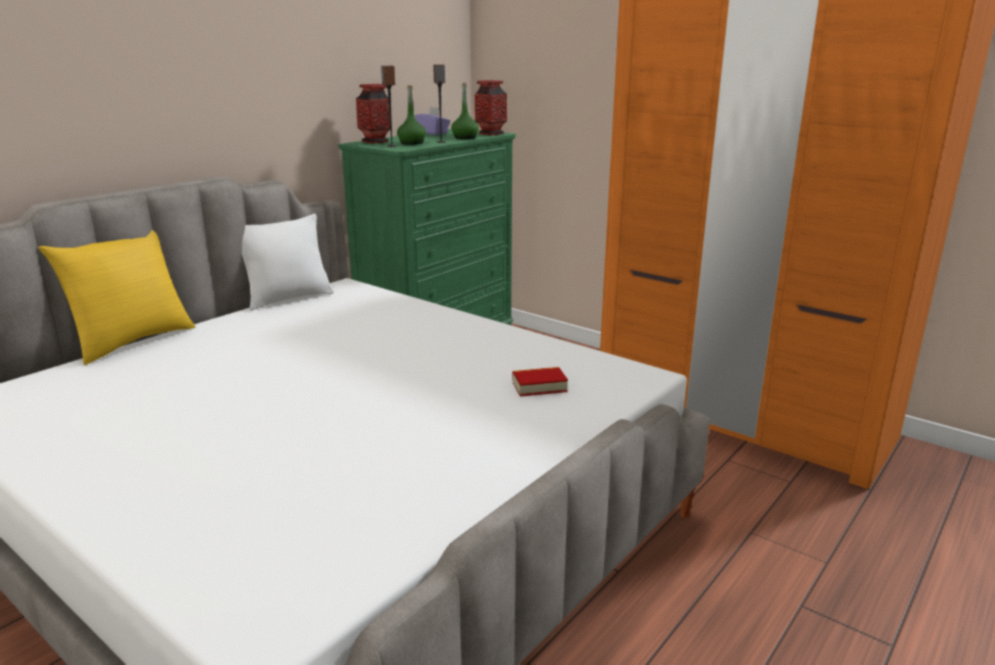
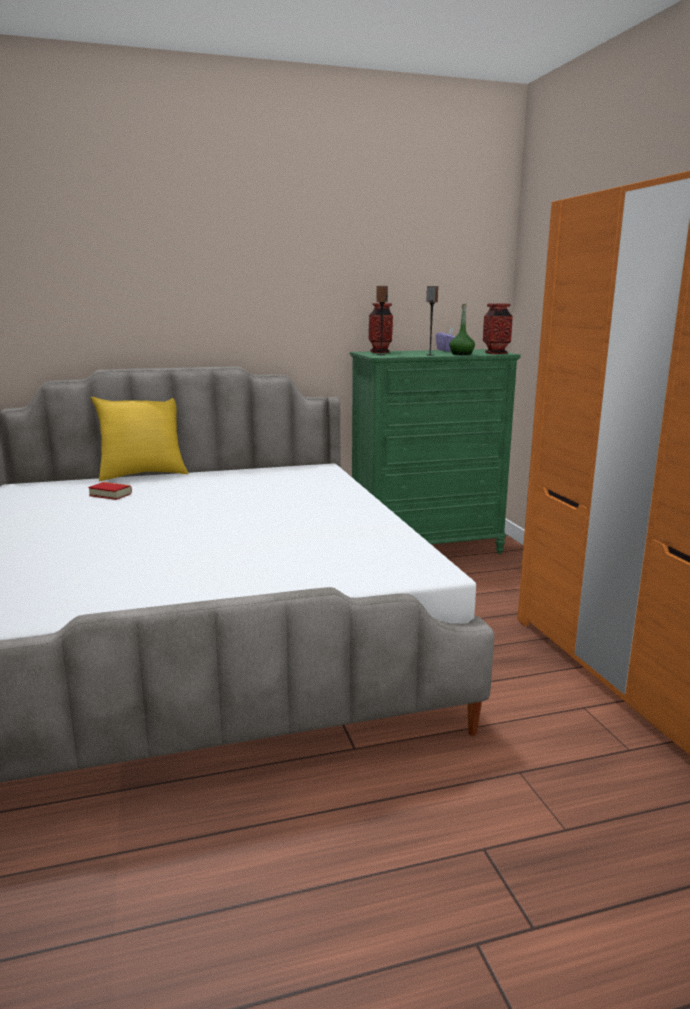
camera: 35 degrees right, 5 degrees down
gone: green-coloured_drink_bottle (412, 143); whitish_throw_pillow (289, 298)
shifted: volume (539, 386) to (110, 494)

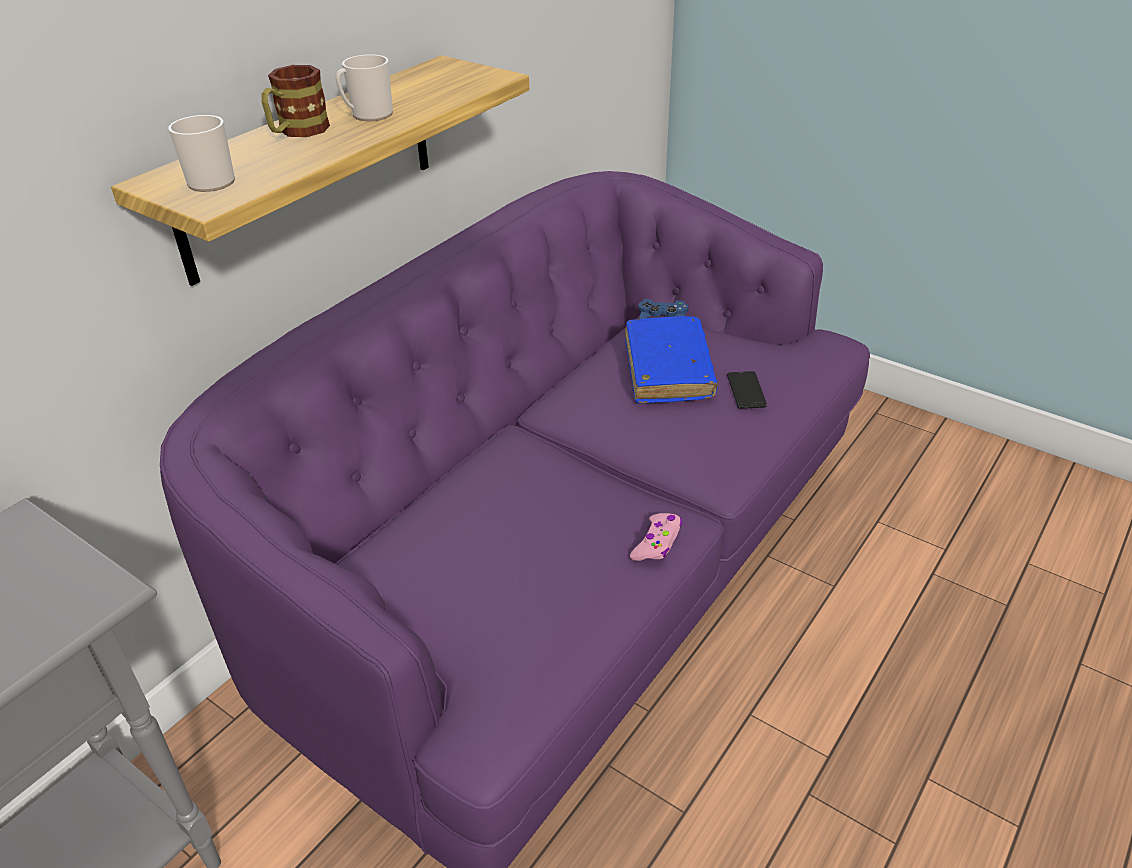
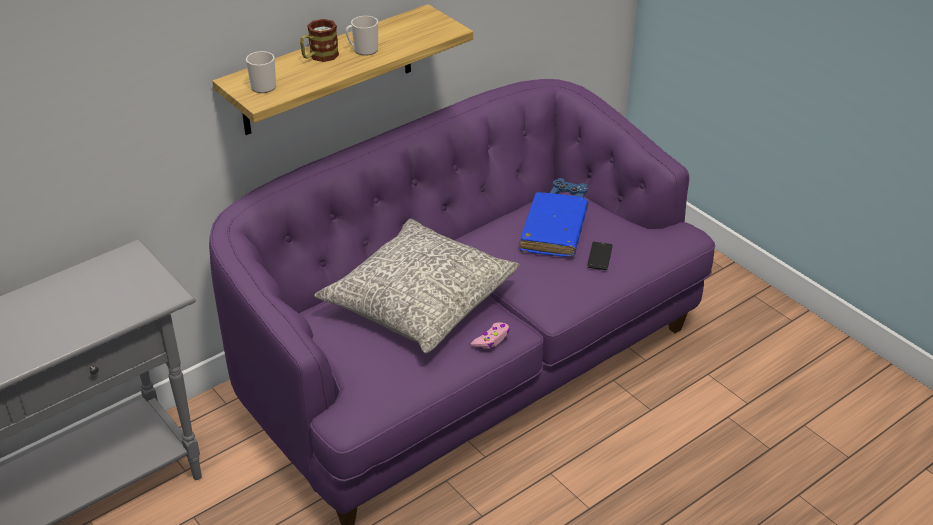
camera: 15 degrees right, 0 degrees up
new: grey_throw_pillow (419, 300)

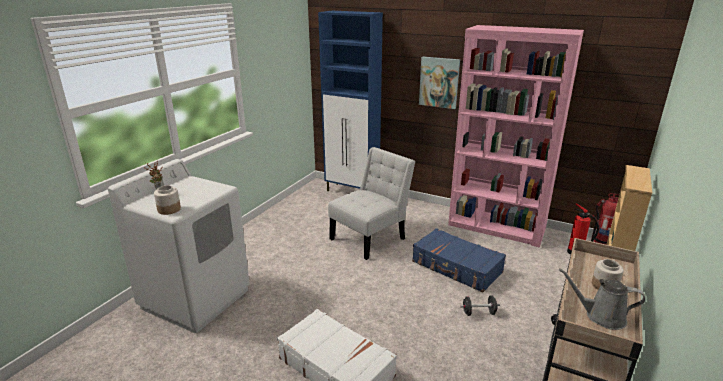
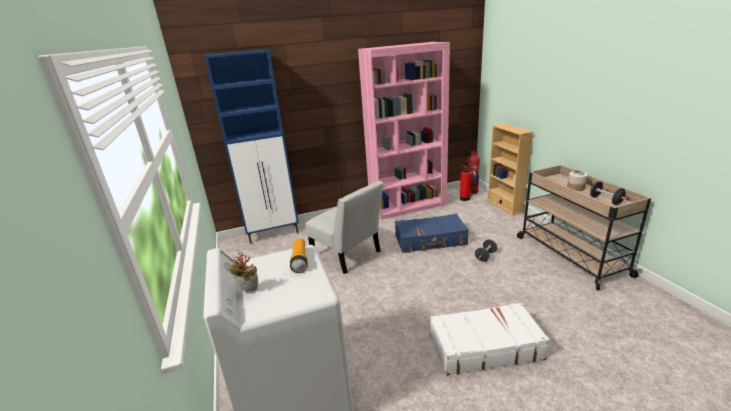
camera: 45 degrees left, 0 degrees up
gone: wall_art (439, 82); storage_jar (169, 210)
new: flashlight (300, 261)
swapped: grey_sprinkling_can (601, 316) to black_hand_weight (605, 200)
rotated: whitish_upright_chair (370, 237) = (348, 255) 135 degrees clockwise

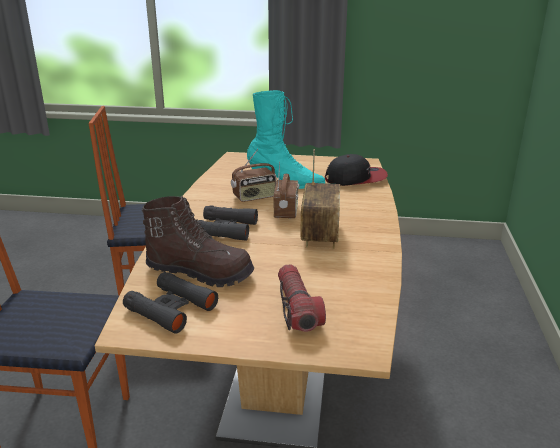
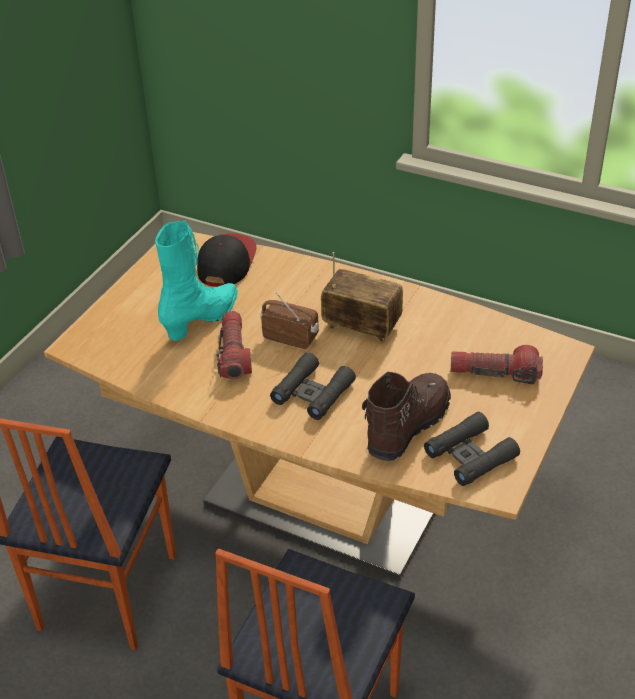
camera: 70 degrees left, 15 degrees up
swapped: radio_receiver (254, 197) to flashlight (234, 354)

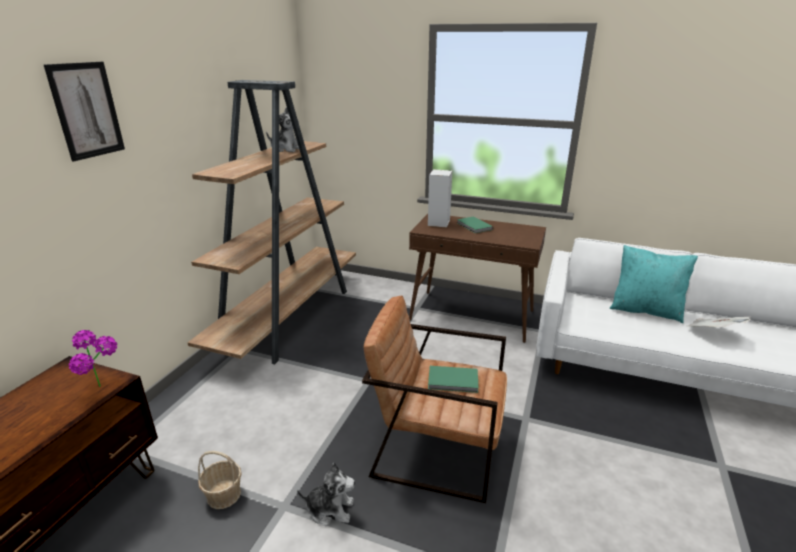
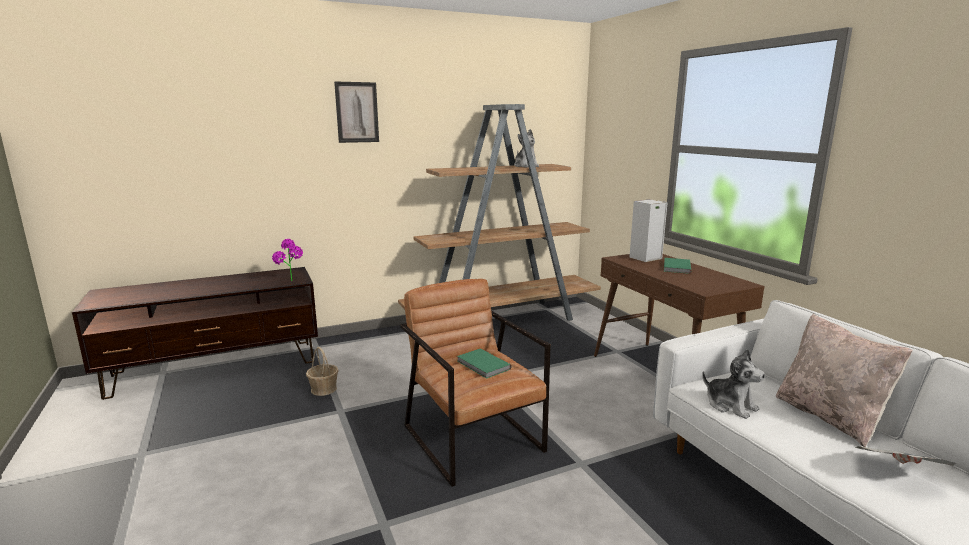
camera: 45 degrees right, 10 degrees down
shifted: cuddly_toy (330, 509) to (730, 405)
repainted: blue-green_throw_pillow (645, 310) to beige-coloured_throw_pillow (829, 417)

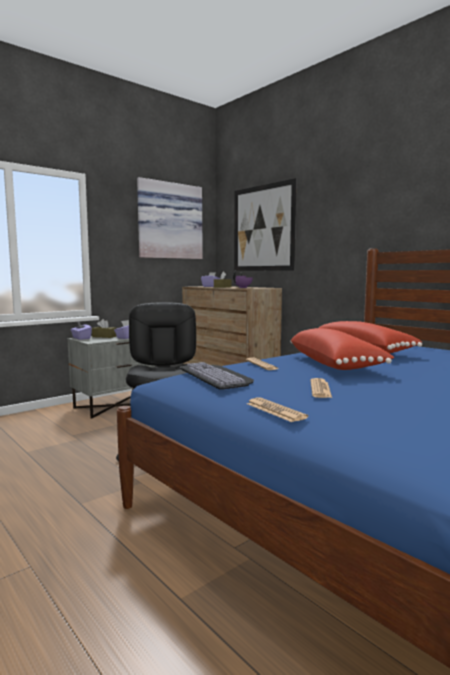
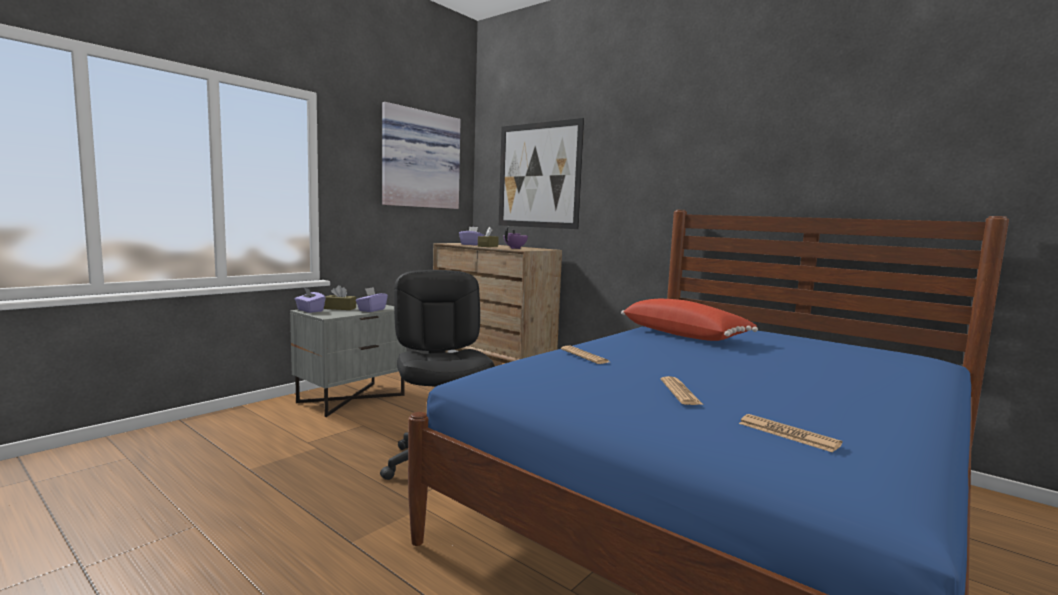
camera: 10 degrees left, 0 degrees up
gone: red-coloured_throw_pillow (335, 364); PC_keyboard (218, 376)
shifted: printed_paper (275, 411) to (788, 434)

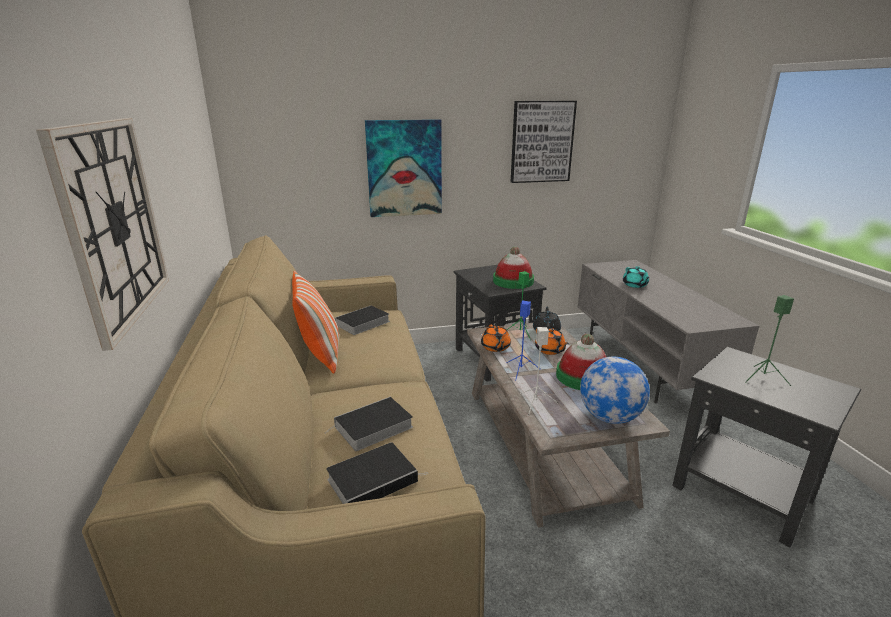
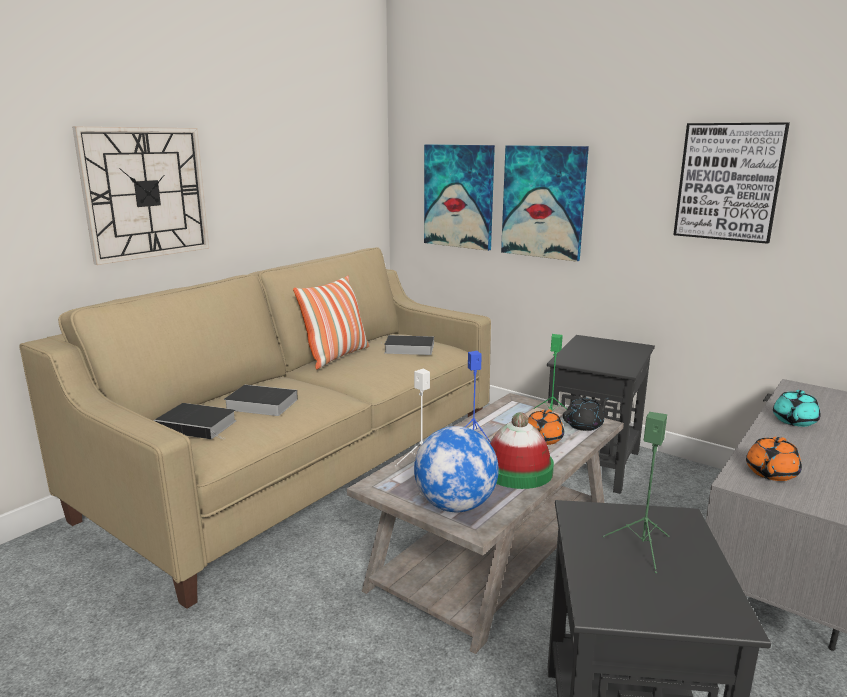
camera: 50 degrees right, 5 degrees down
gone: clothing_hat (513, 281)
new: wall_art (459, 196)
shifted: orange-coloured_teapot (495, 347) to (770, 473)

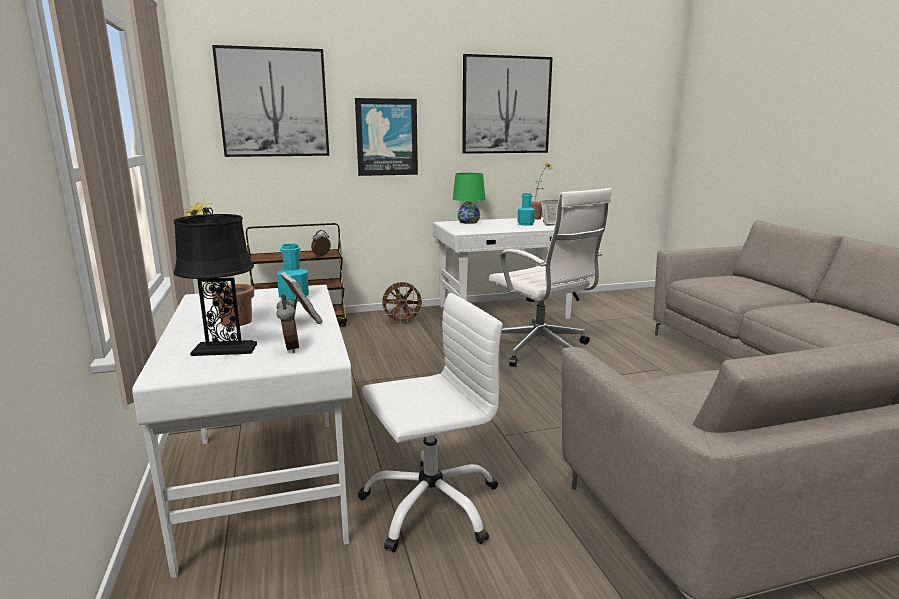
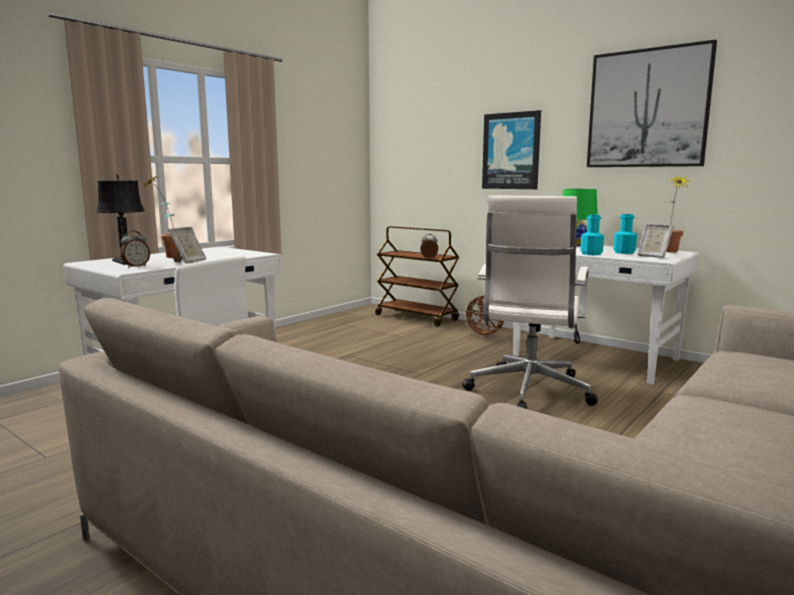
camera: 55 degrees right, 5 degrees down
gone: wall_art (273, 103)
shifted: blue-green_drink_bottle (294, 298) to (591, 254)

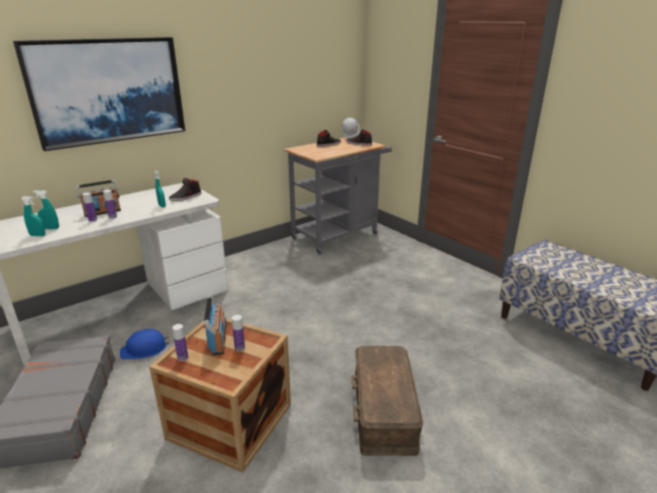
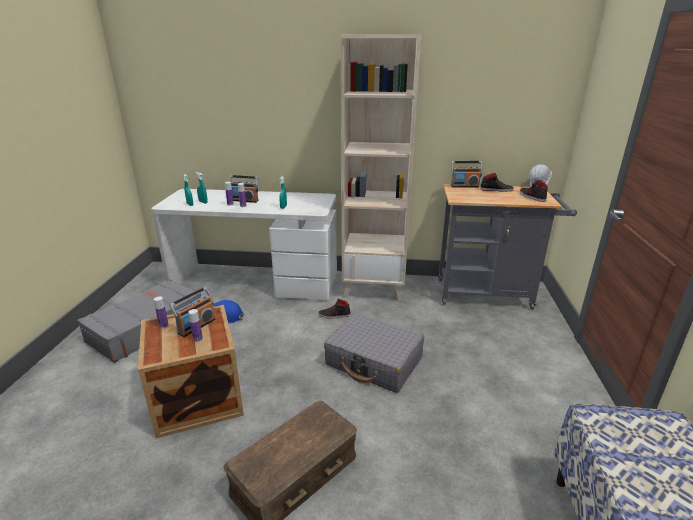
camera: 45 degrees right, 0 degrees up
gone: wall_art (108, 91)
new: beige-coloured_bookcase (374, 287); radio_receiver (464, 186); grey_travel_case (374, 362)
shifted: black_item_of_footwear (186, 197) to (334, 315)

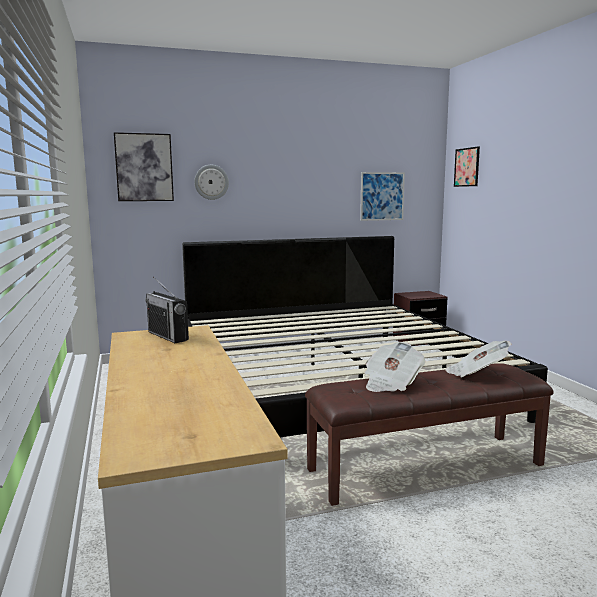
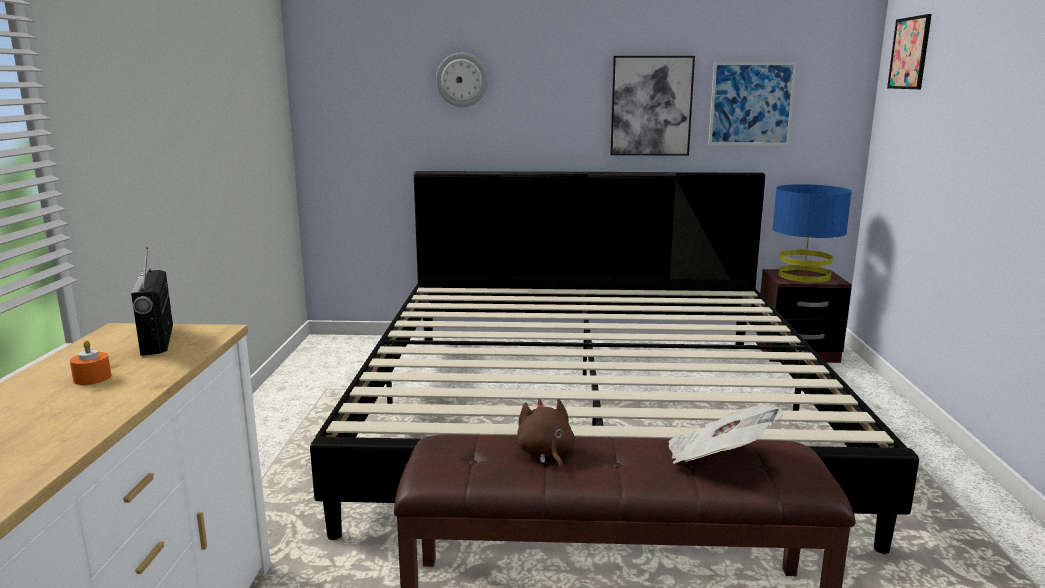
camera: 20 degrees right, 5 degrees up
new: bluish_tabletop_lamp (803, 276); orange-coloured_candle (92, 378)
shifted: wall_art (144, 167) to (651, 106)
swapped: printed_paper (391, 383) to brown-coloured_cuddly_toy (545, 453)

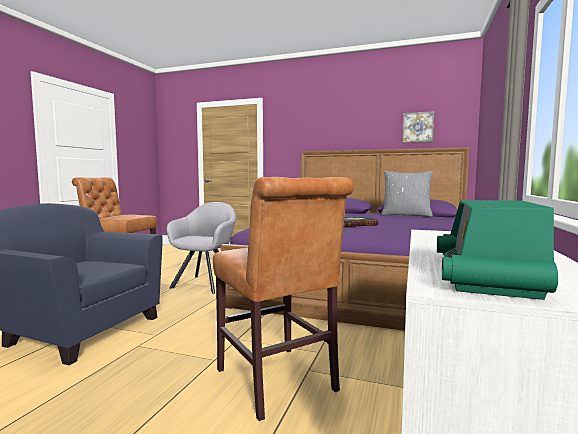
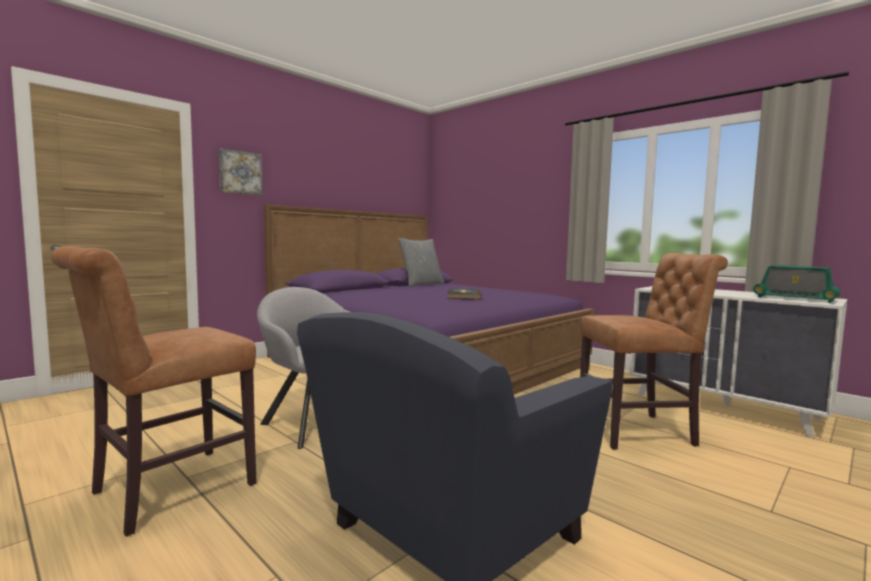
camera: 65 degrees left, 0 degrees up
shifted: wall_art (417, 127) to (240, 172)

